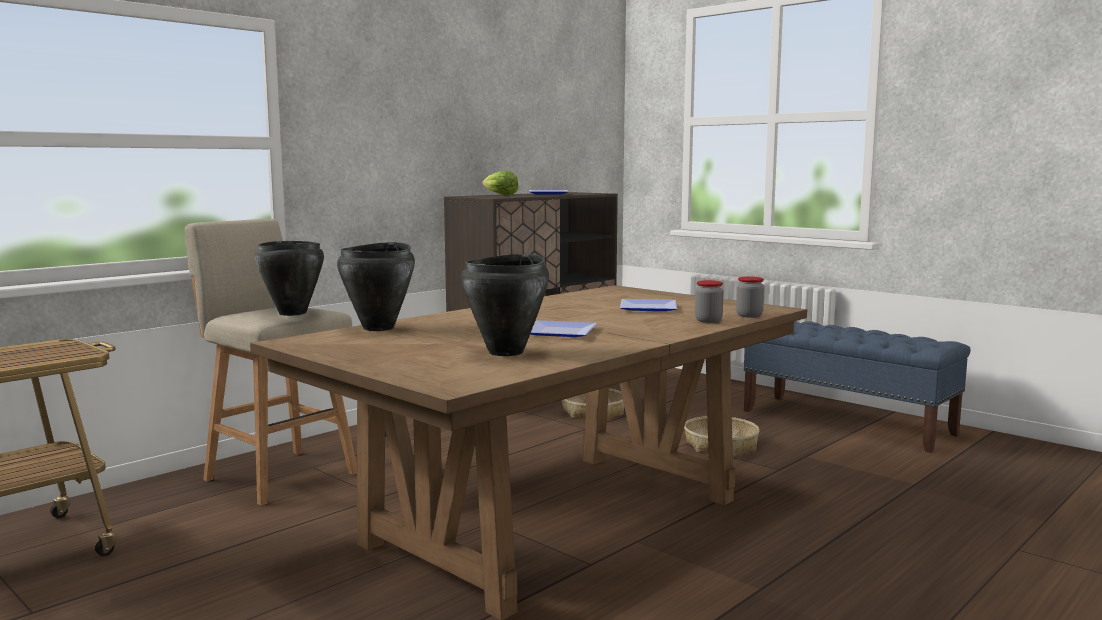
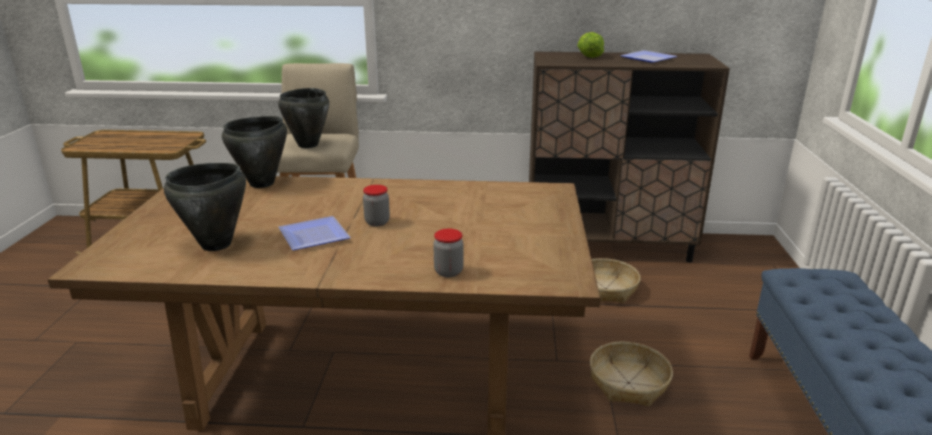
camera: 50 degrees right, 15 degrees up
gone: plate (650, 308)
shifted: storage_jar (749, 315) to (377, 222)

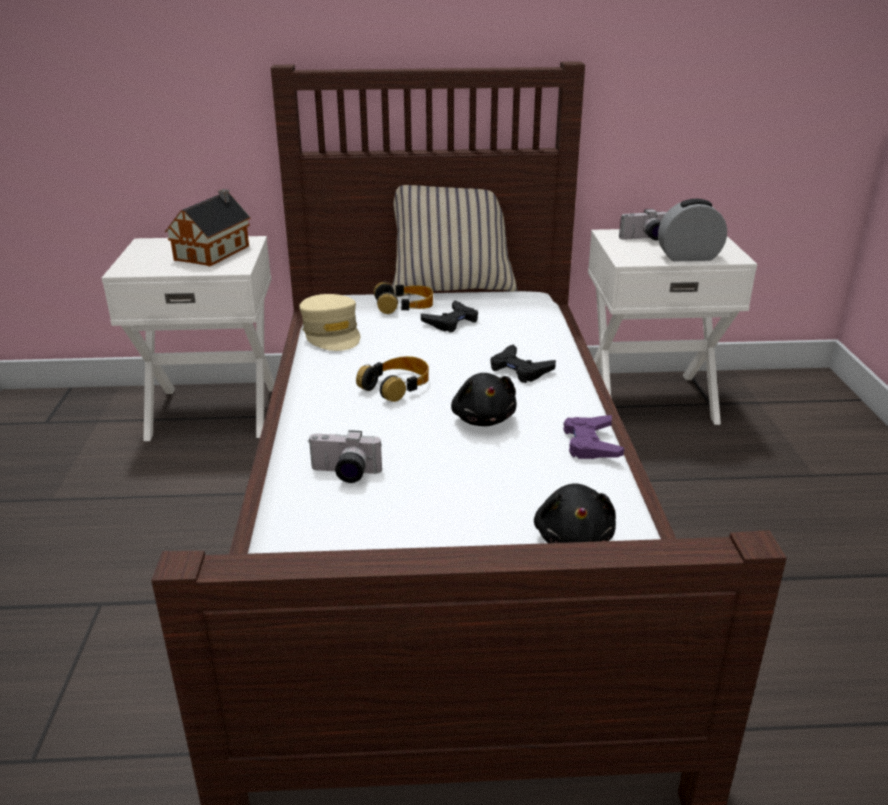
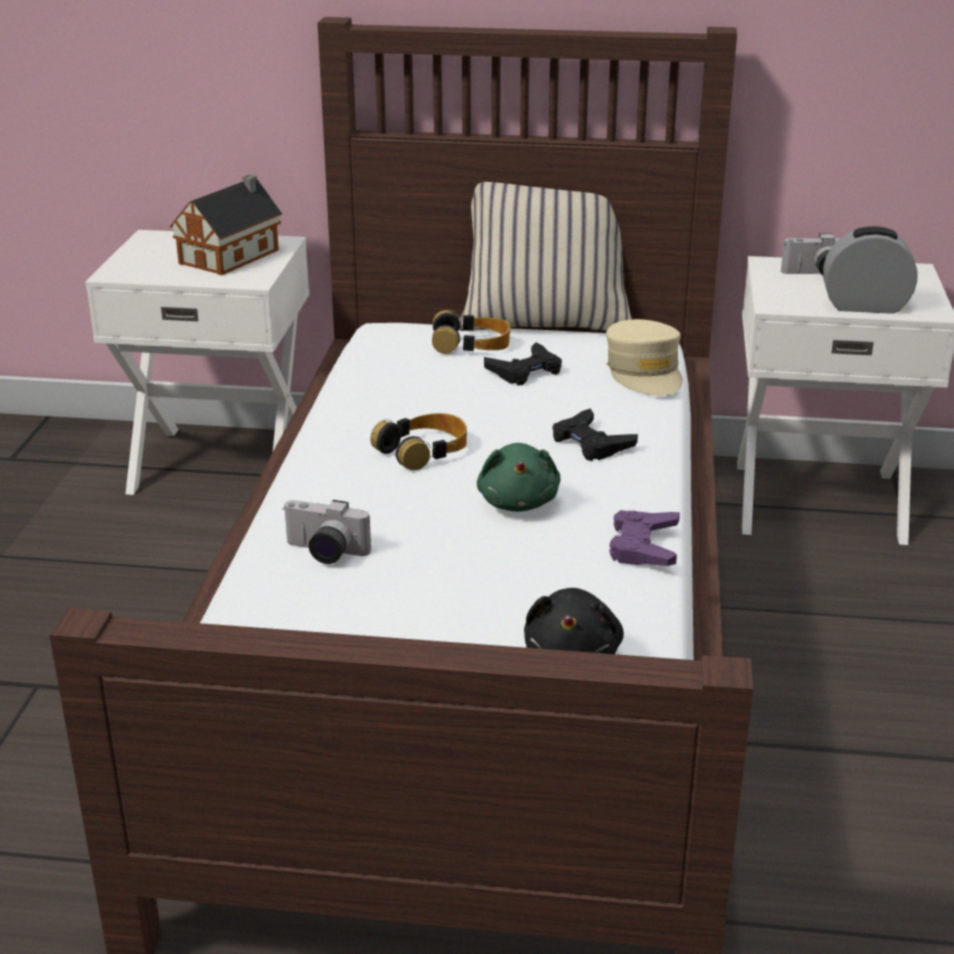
camera: 10 degrees right, 0 degrees up
shifted: beige-coloured_baseball_cap (332, 334) to (645, 373)
repainted: black_cuddly_toy (483, 418) to green-coloured_cuddly_toy (518, 502)

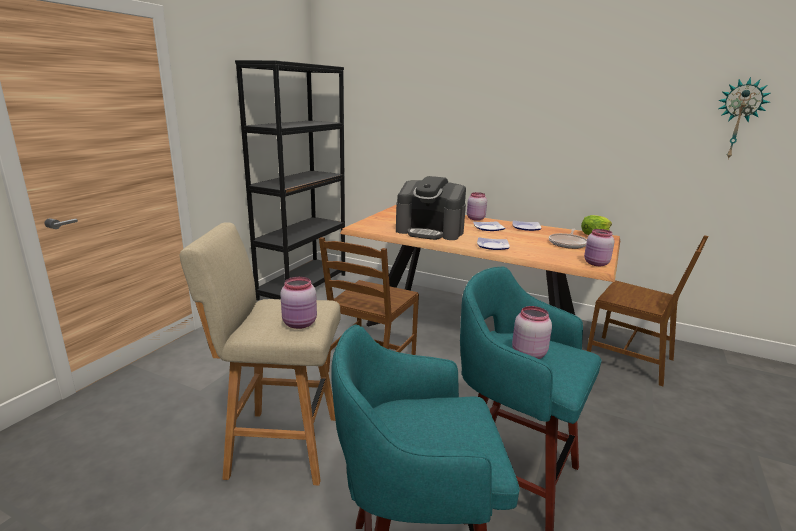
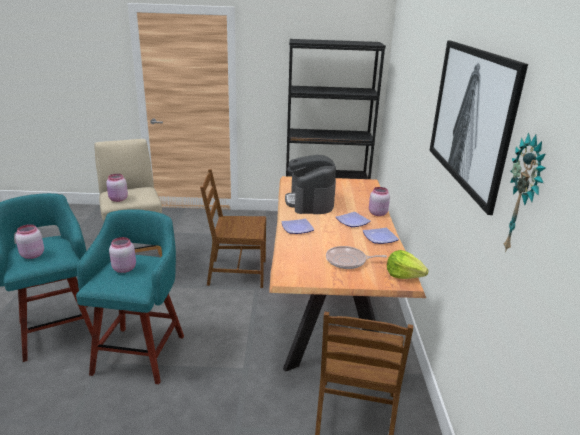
camera: 65 degrees right, 5 degrees up
new: wall_art (472, 117)
shifted: pink_storage_jar (596, 264) to (32, 255)

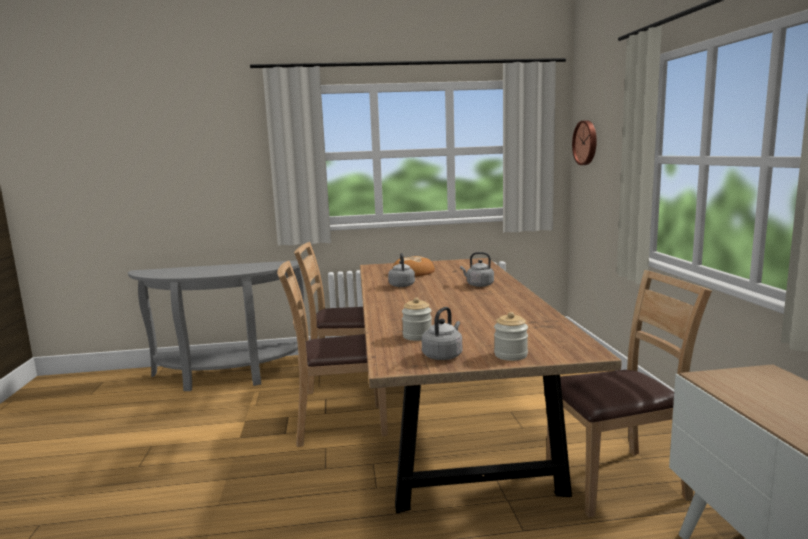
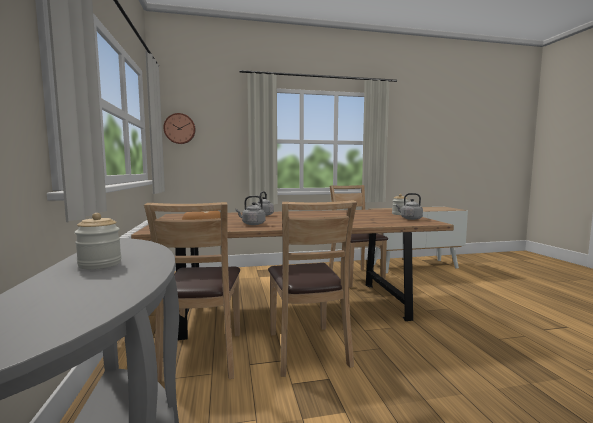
camera: 95 degrees left, 5 degrees down
shifted: storage_jar (417, 336) to (100, 264)

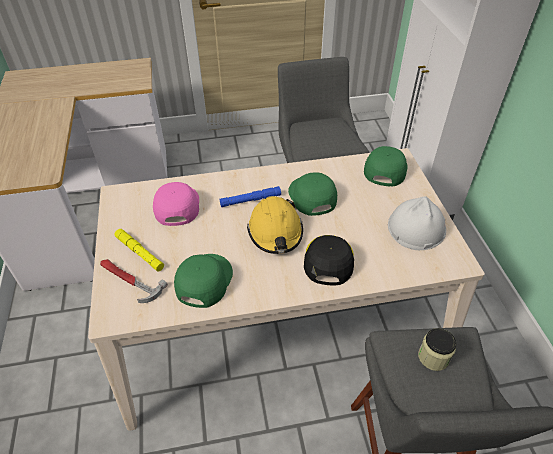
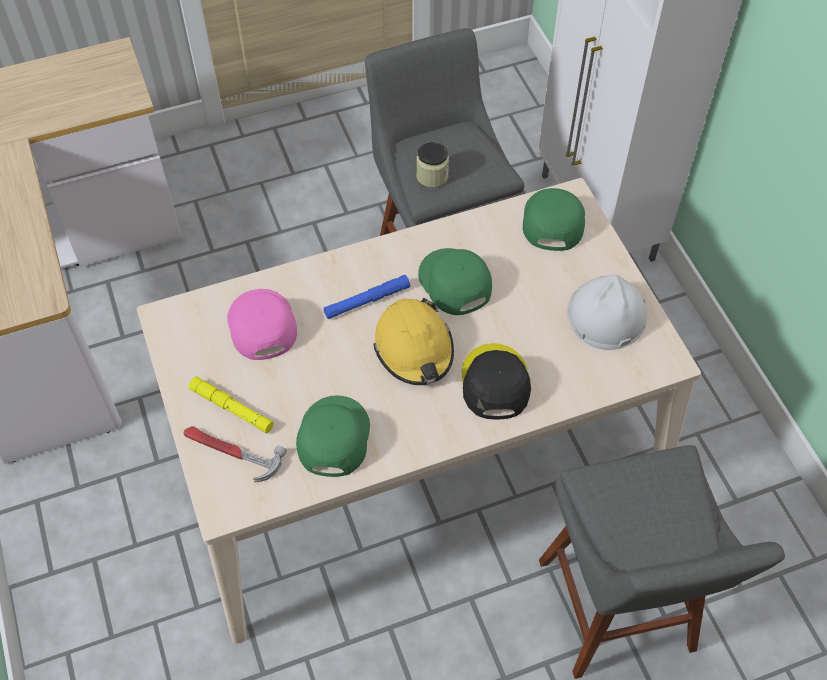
camera: 10 degrees left, 10 degrees up
shifted: storage_jar (433, 357) to (432, 176)

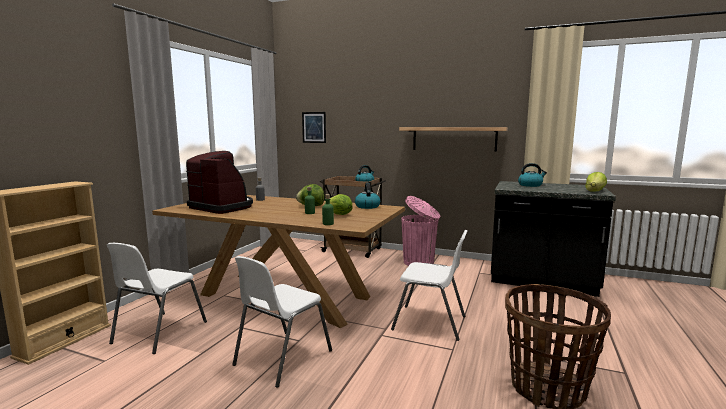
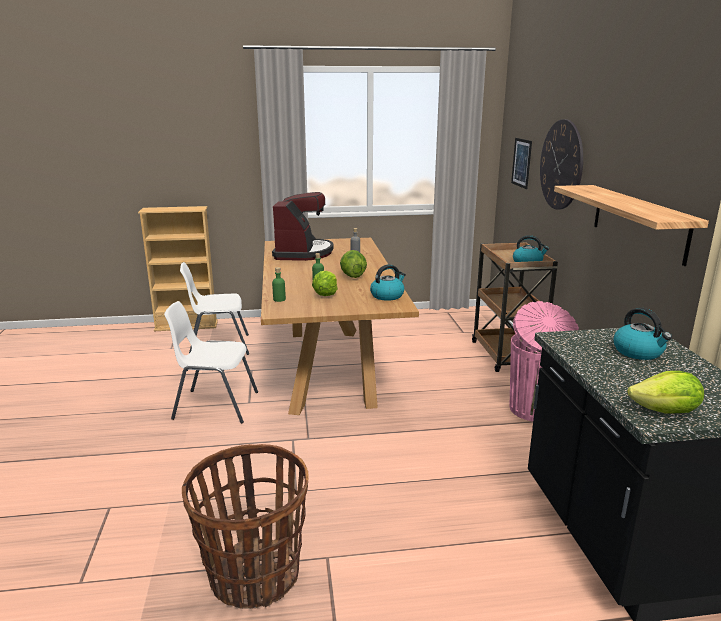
camera: 60 degrees right, 10 degrees up
gone: whitish_upright_chair (430, 323)
new: wall_clock (561, 165)

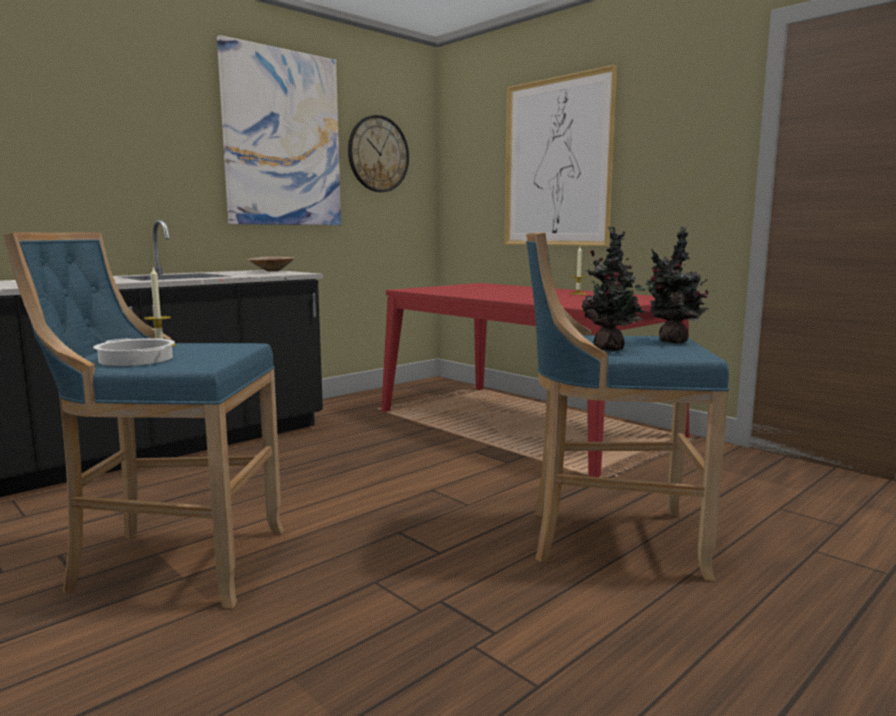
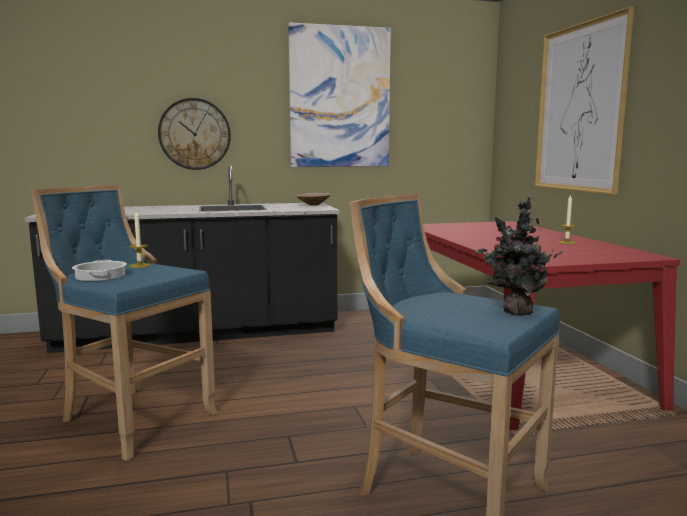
camera: 30 degrees right, 0 degrees up
gone: houseplant (612, 349)
shifted: wall_clock (378, 154) to (194, 134)

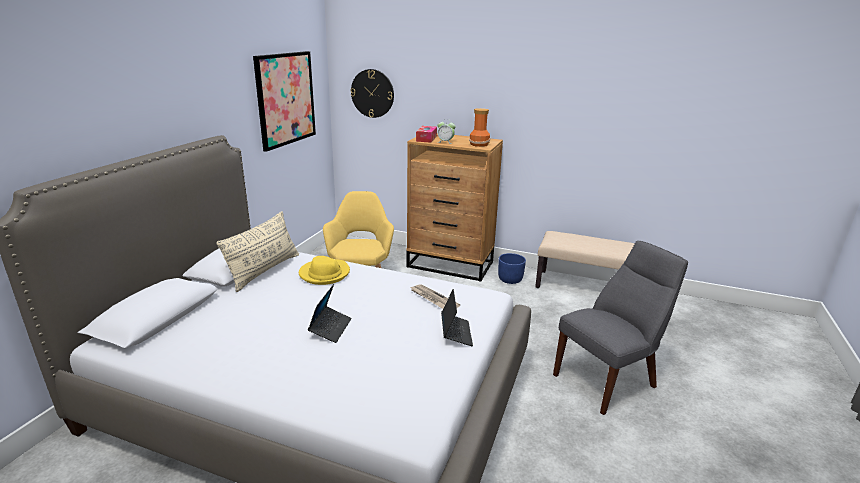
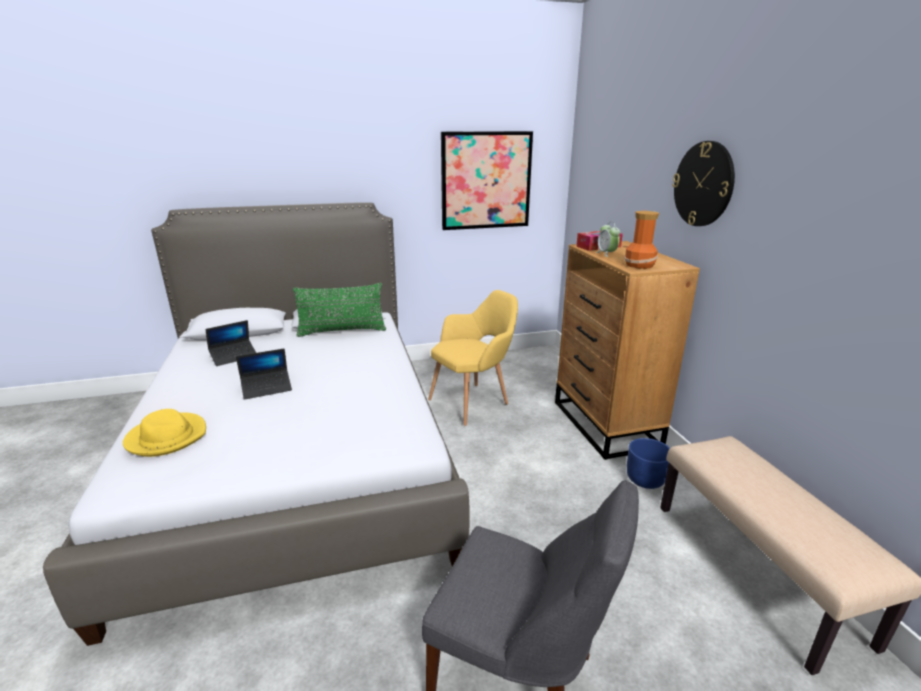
camera: 55 degrees right, 0 degrees up
gone: printed_paper (433, 299)
shifted: wall_clock (372, 93) to (703, 184); yellow-coloured_clothing_hat (324, 274) to (167, 437); portable_computer (456, 333) to (234, 356)
repainted: beige-coloured_throw_pillow (264, 271) to green-coloured_throw_pillow (342, 331)

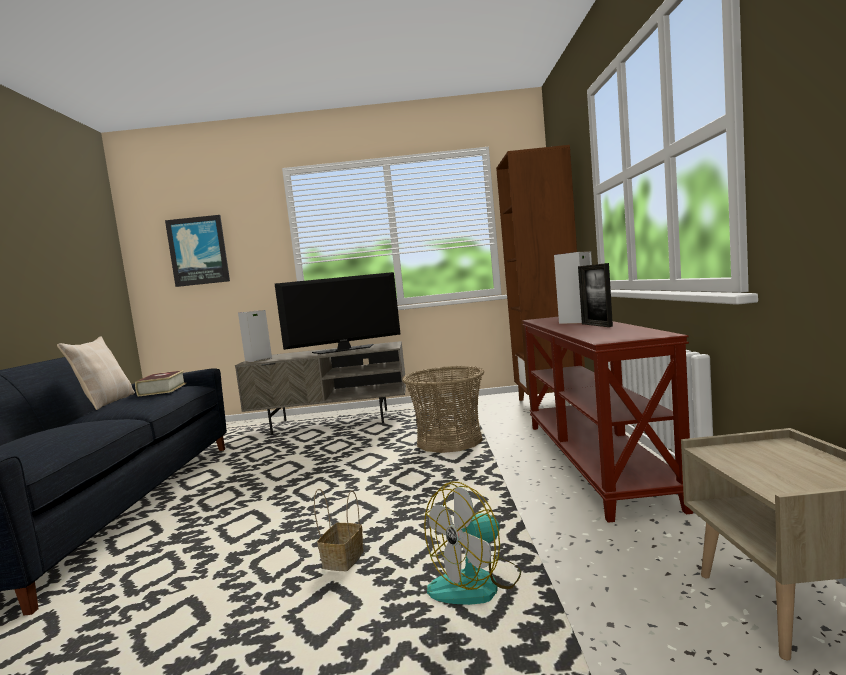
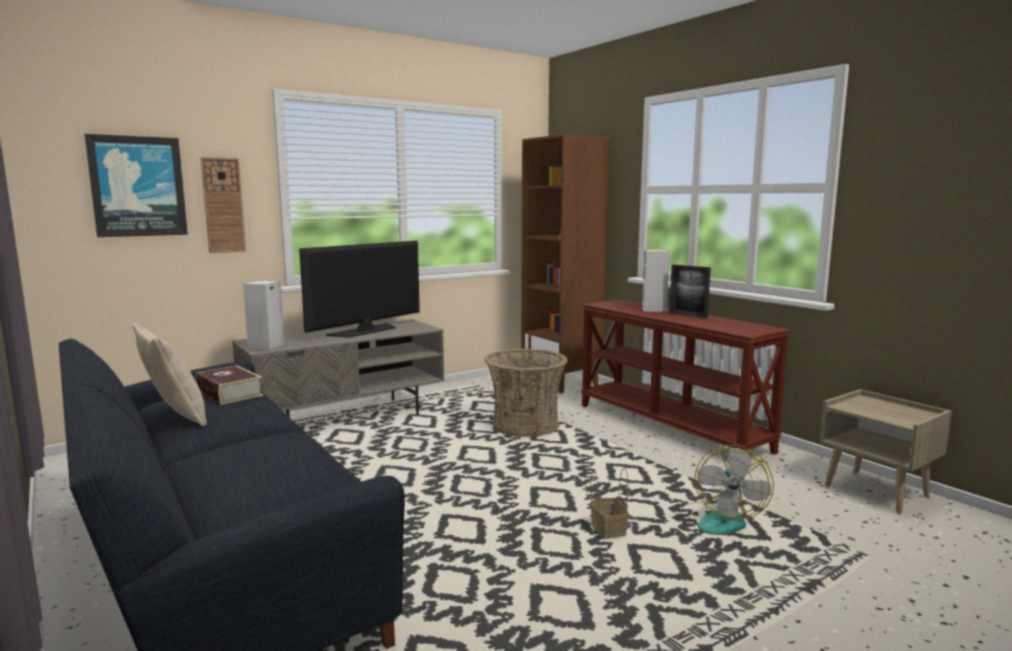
camera: 35 degrees left, 5 degrees up
new: wall_clock (223, 205)

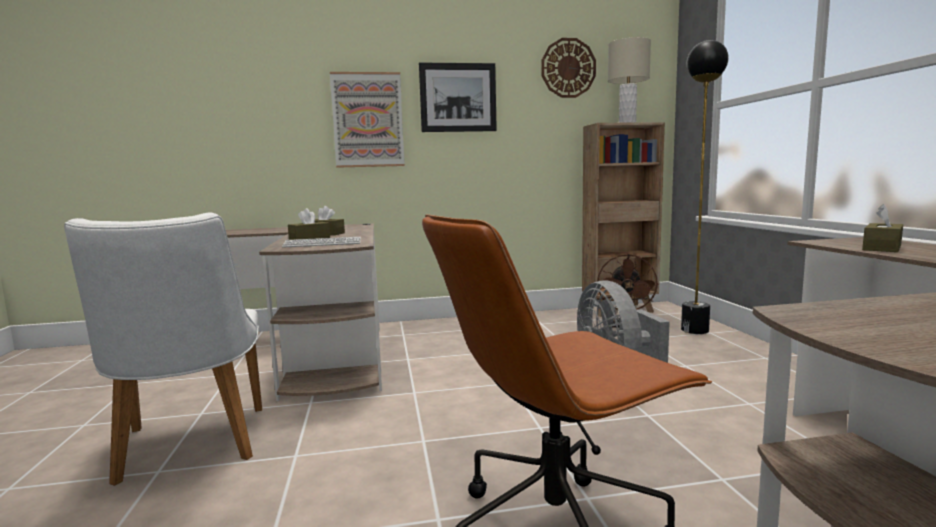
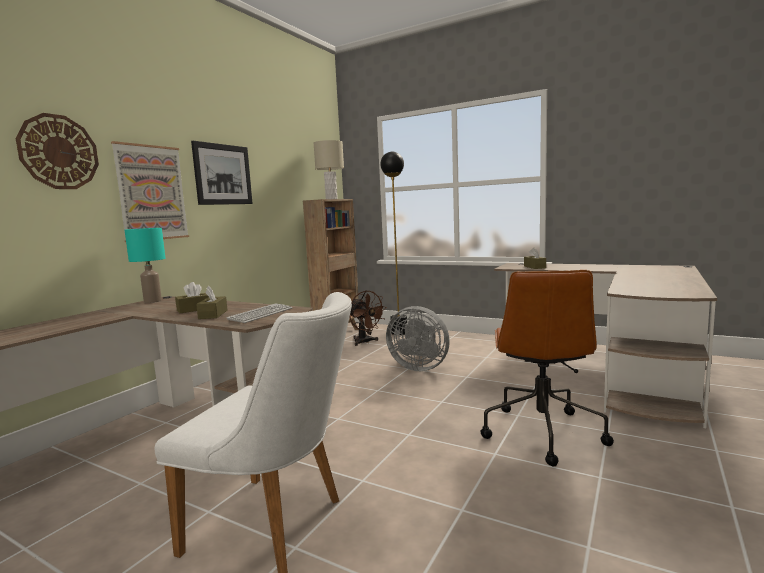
camera: 50 degrees left, 0 degrees up
new: blue-green_tabletop_lamp (152, 301)
shifted: wall_clock (568, 68) to (59, 152)

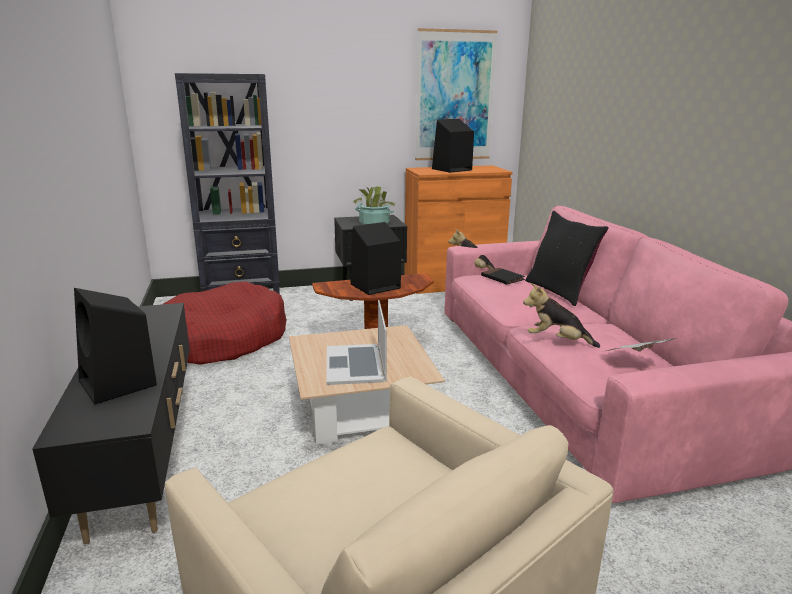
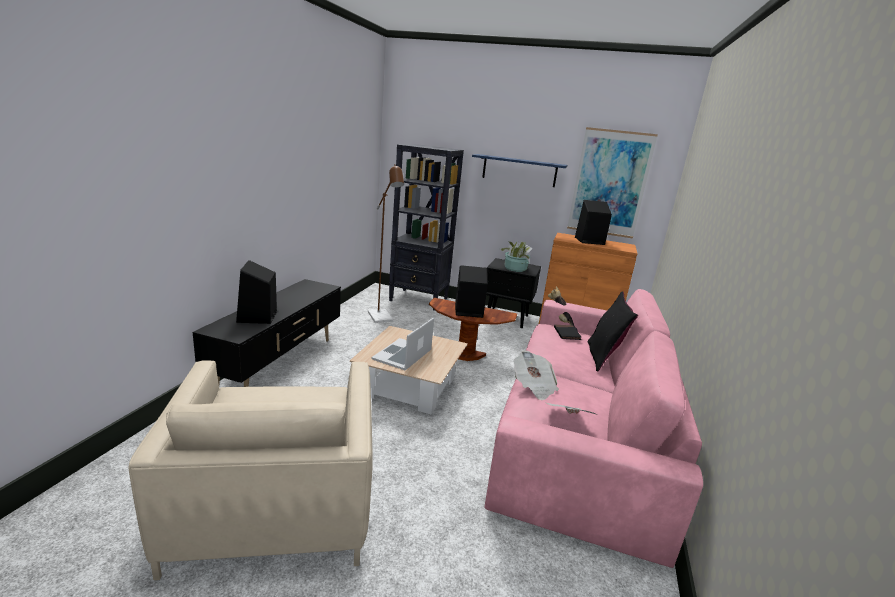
camera: 30 degrees right, 0 degrees up
new: bluish_bracket_shelf (519, 170)
swapped: red-coloured_pet_bed (223, 339) to brown-coloured_standard_lamp (381, 319); cuddly_toy (557, 341) to printed_paper (533, 386)

